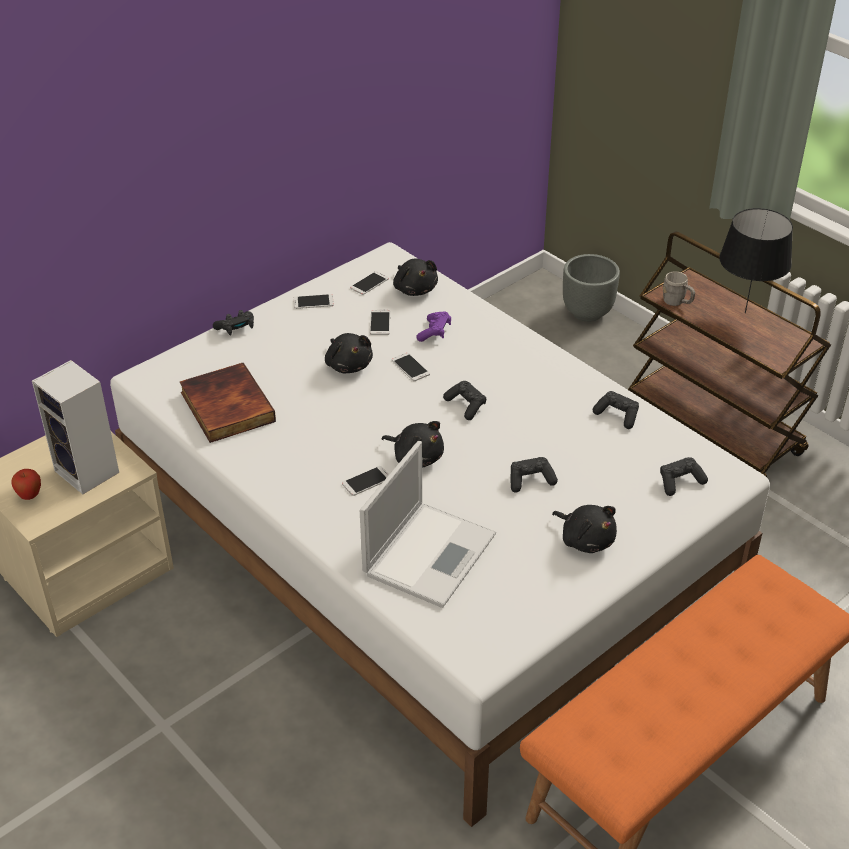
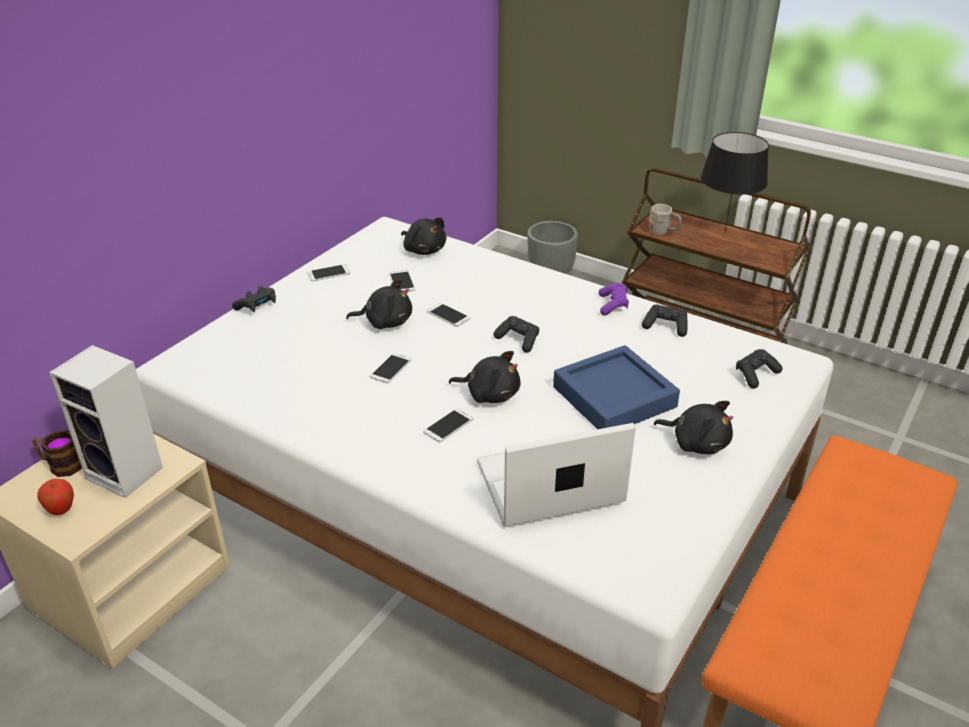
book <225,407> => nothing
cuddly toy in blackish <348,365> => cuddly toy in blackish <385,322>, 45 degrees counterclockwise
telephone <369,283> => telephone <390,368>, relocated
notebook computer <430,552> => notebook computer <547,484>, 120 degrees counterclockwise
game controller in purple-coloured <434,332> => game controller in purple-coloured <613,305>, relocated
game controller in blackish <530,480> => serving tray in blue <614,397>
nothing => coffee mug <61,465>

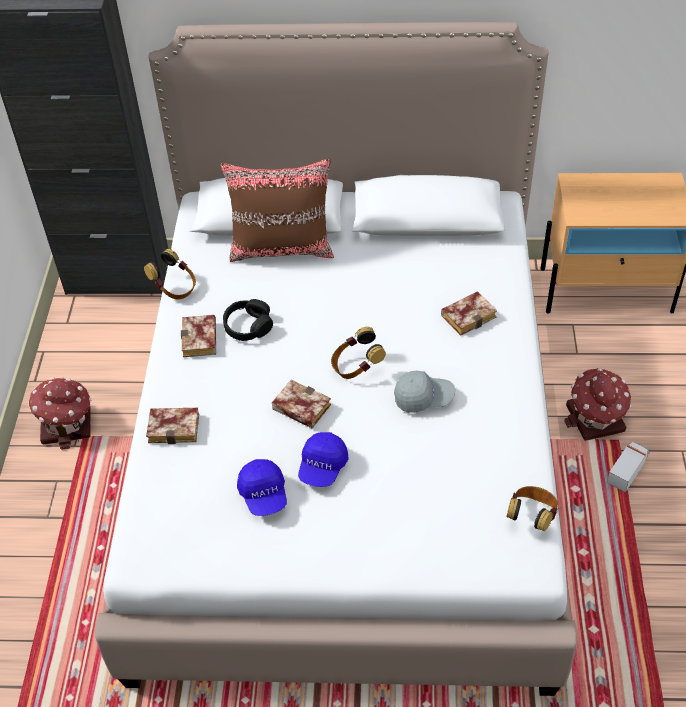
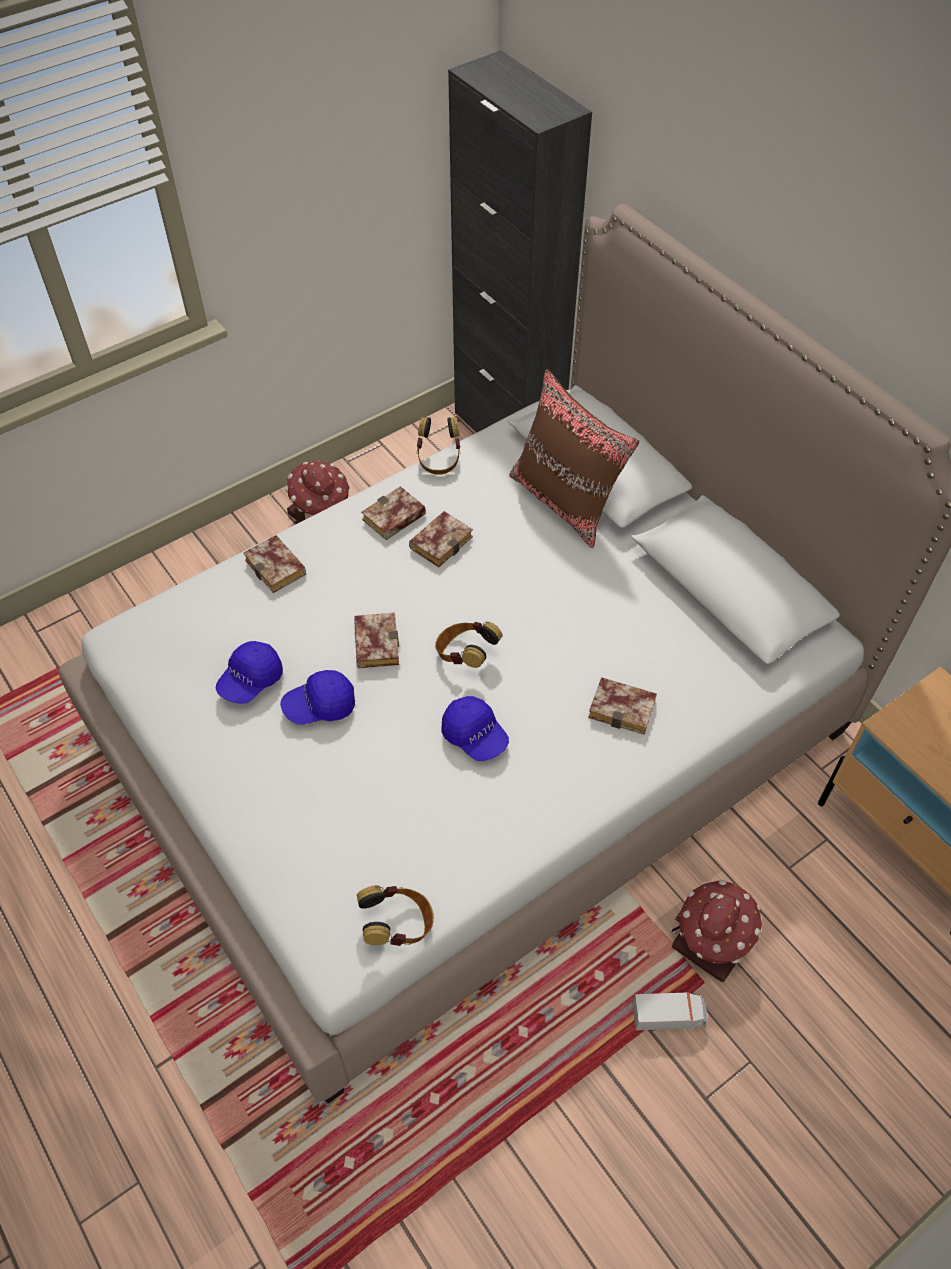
pair of headphones in blackish <248,326> => book <441,541>
peaked cap in gray <423,398> => peaked cap in blue <475,736>

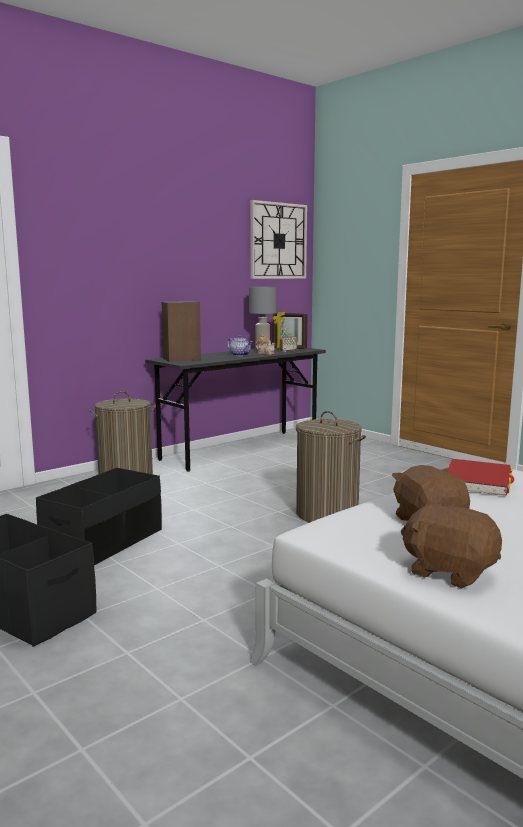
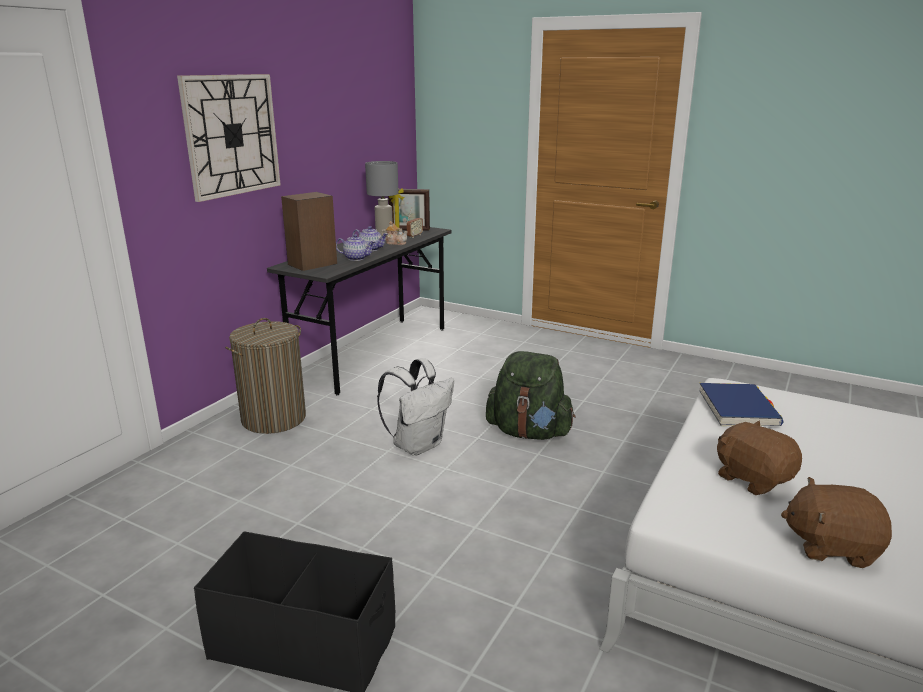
storage container in blackish <104,543> => nothing
wall clock <278,241> => wall clock <231,135>, relocated
washing basket <327,514> => backpack in green-coloured <529,432>
book in reddish <478,481> => book in blue <738,408>
nothing => pot for tea <356,258>
nothing => backpack in white-coloured <418,445>

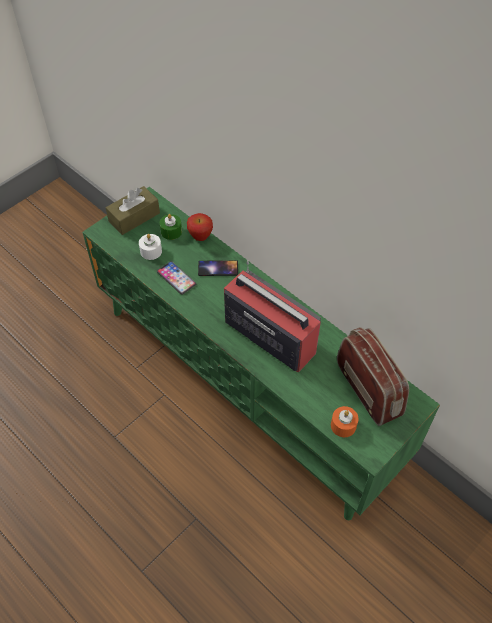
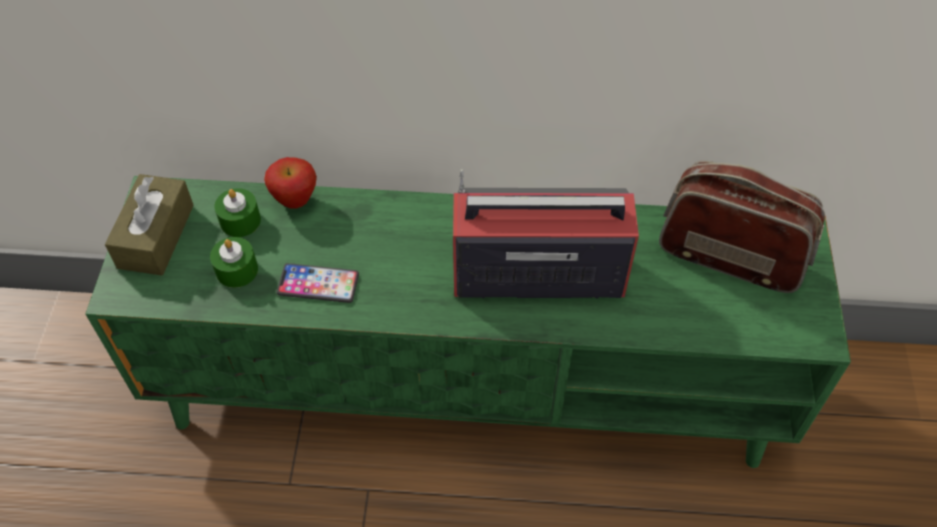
candle in white-coloured <151,251> => candle in green-coloured <237,270>
telephone <218,268> => nothing
candle in orange-coloured <343,425> => nothing

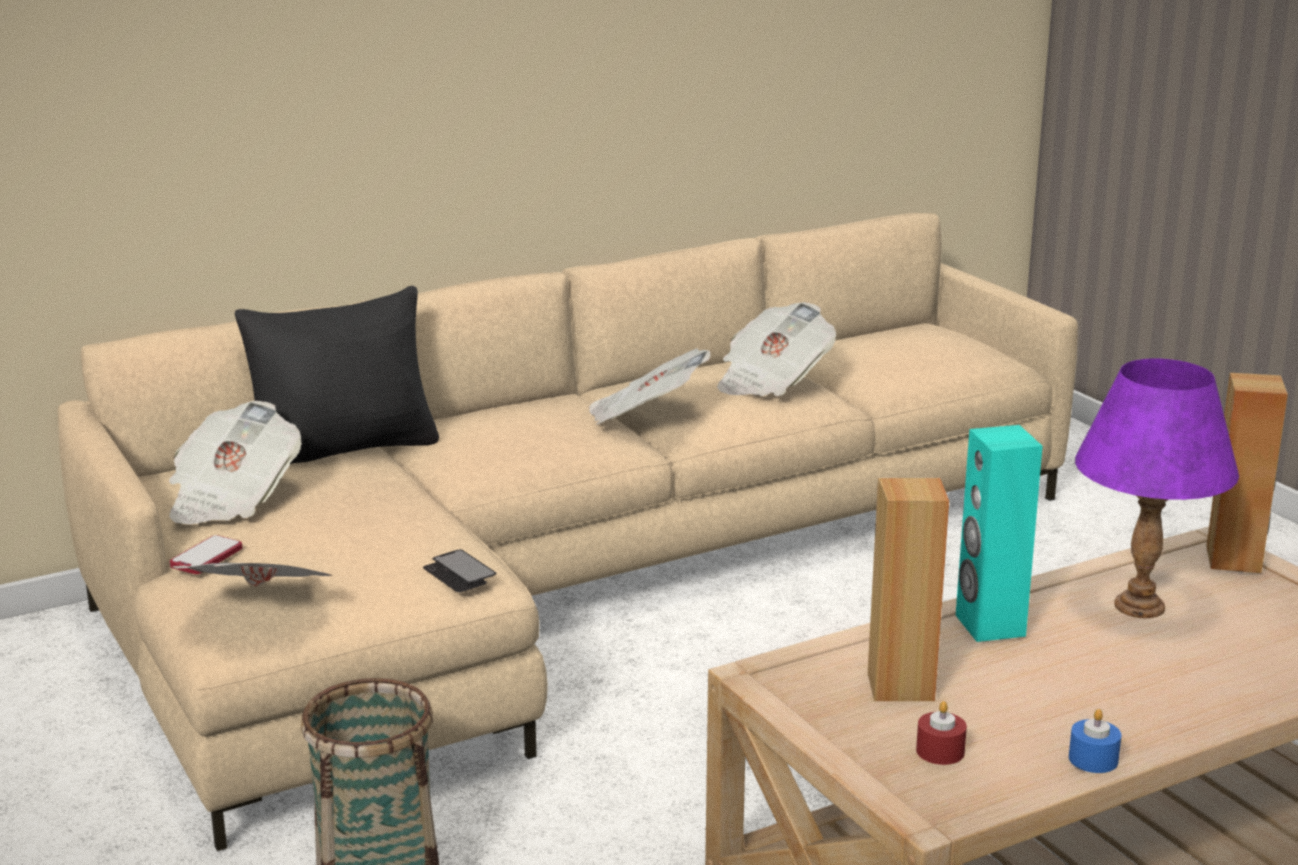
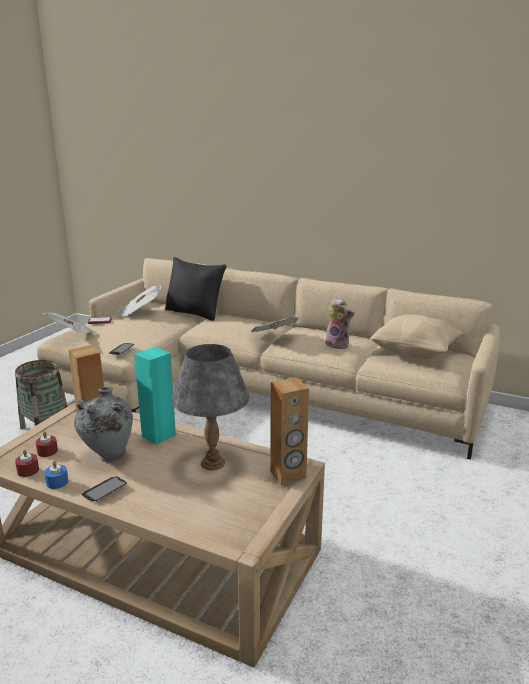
newspaper <771,381> => cuddly toy <338,344>
tabletop lamp in purple-coloured <1140,607> => tabletop lamp in gray <212,463>
nothing => candle in reddish <28,470>
nothing => decorative vase in gray <108,457>
nothing => telephone <104,490>
nothing => throw pillow in sand-coloured <414,353>

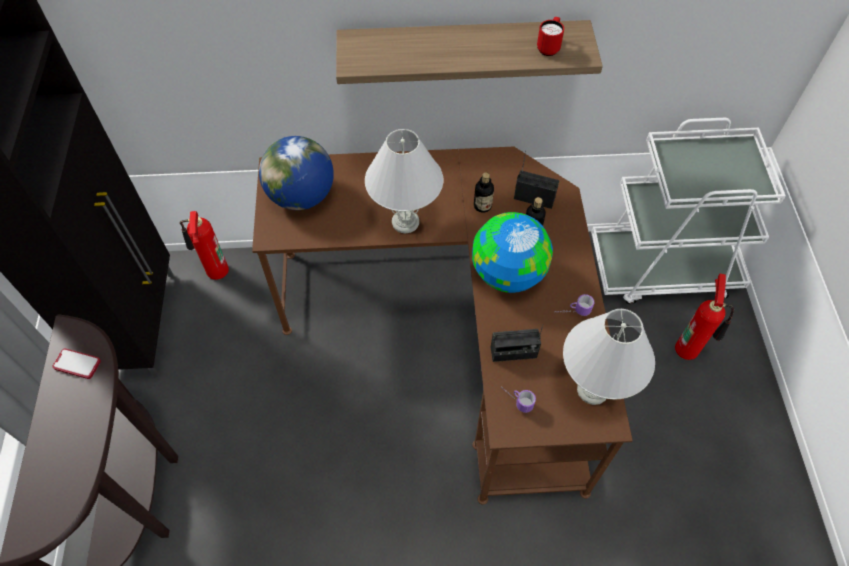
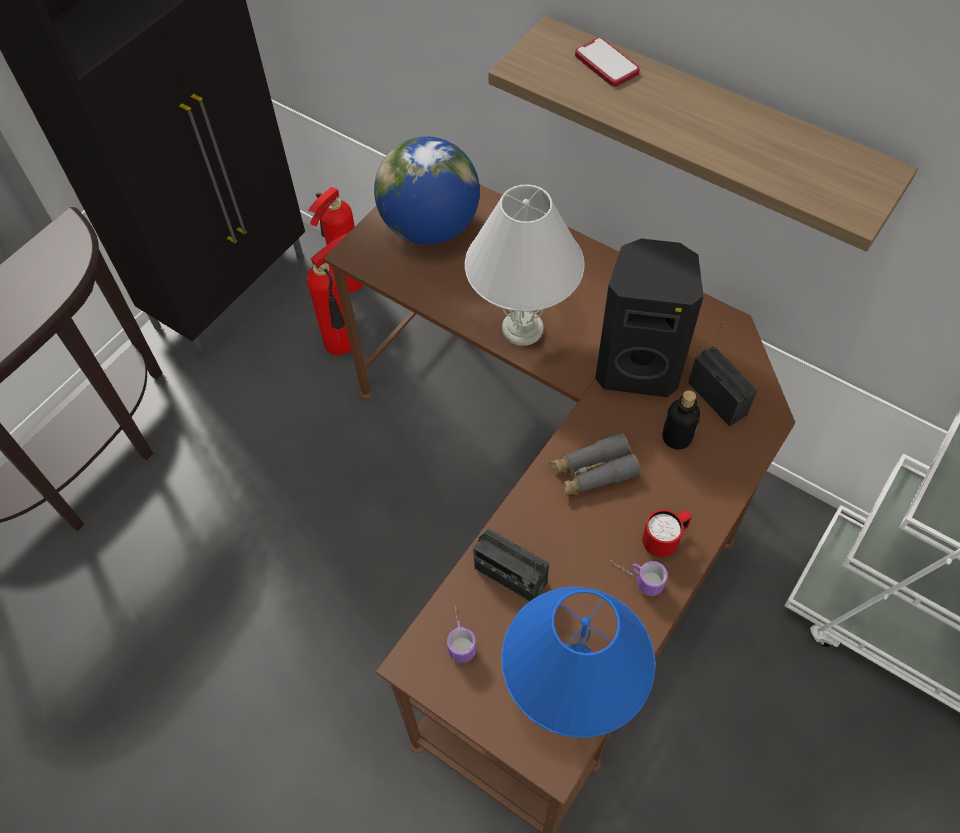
telephone <77,364> => telephone <606,64>, relocated
world globe <507,273> => binoculars in gray <593,472>
beverage bottle <482,206> => loudspeaker in blackish <638,367>
coffee mug in reddish <549,47> => coffee mug in reddish <664,540>, relocated
tabletop lamp in white-coloured <592,389> => tabletop lamp in blue <570,696>
fire extinguisher <689,348> => fire extinguisher <343,343>, relocated

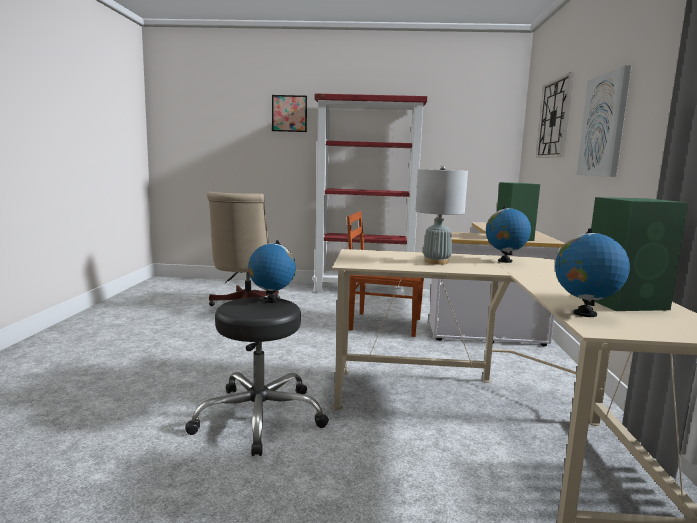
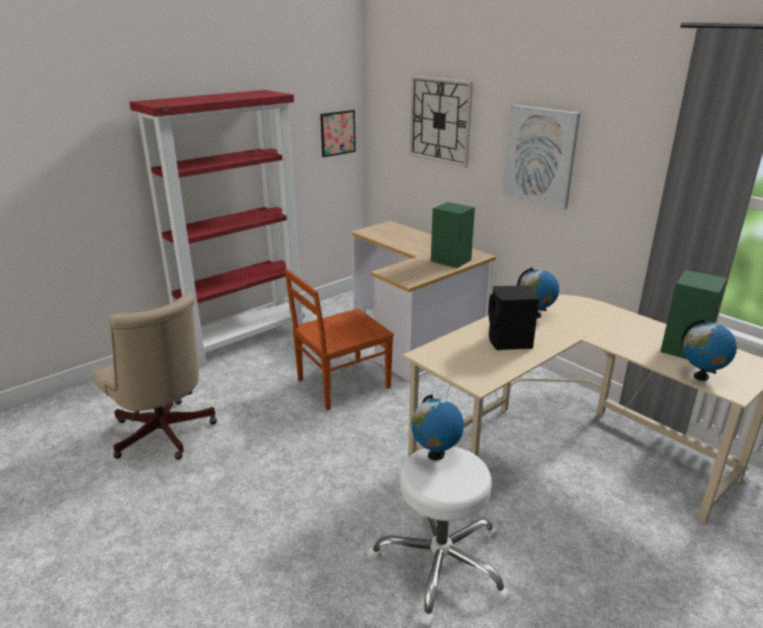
sitting stool in blackish <260,417> => sitting stool in white-coloured <441,564>
wall picture <289,113> => wall picture <337,133>, relocated
tabletop lamp in gray <436,262> => loudspeaker in blackish <509,342>

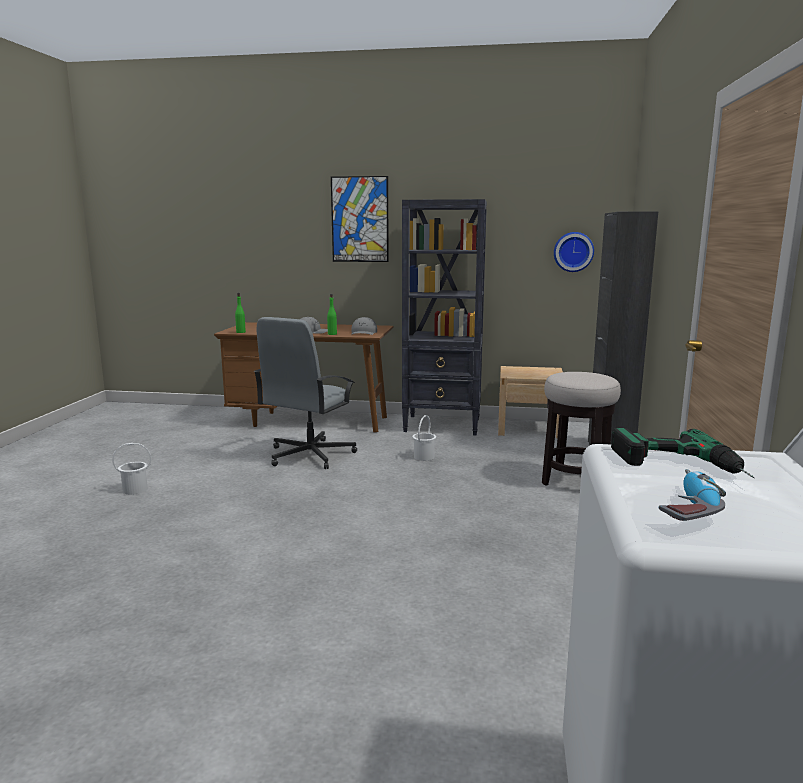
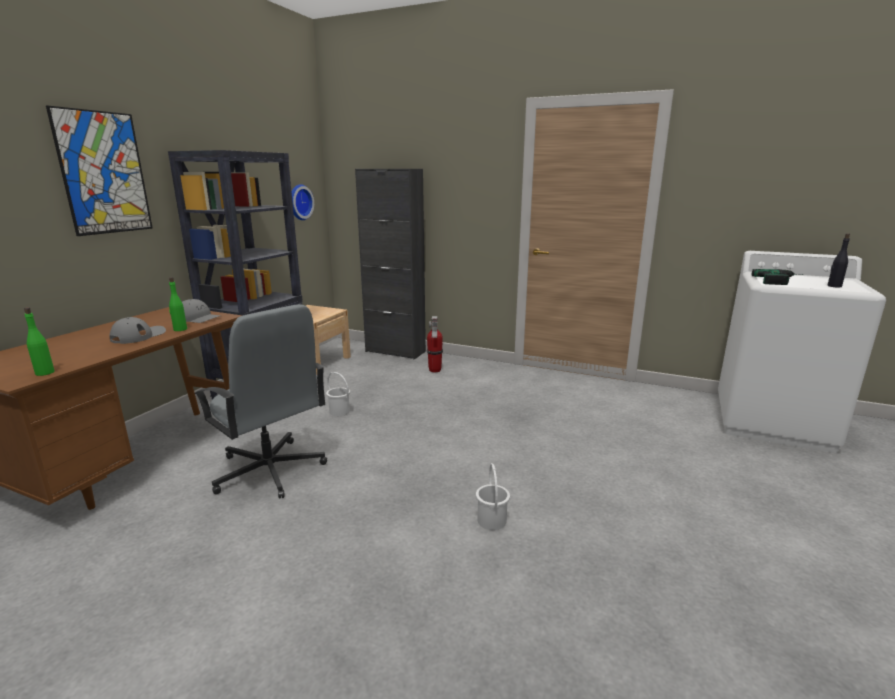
bucket in white-coloured <135,490> => bucket in white-coloured <491,520>, relocated
sitting stool <575,481> => fire extinguisher <435,370>
electric drill <686,508> => beverage bottle in blackish <834,286>

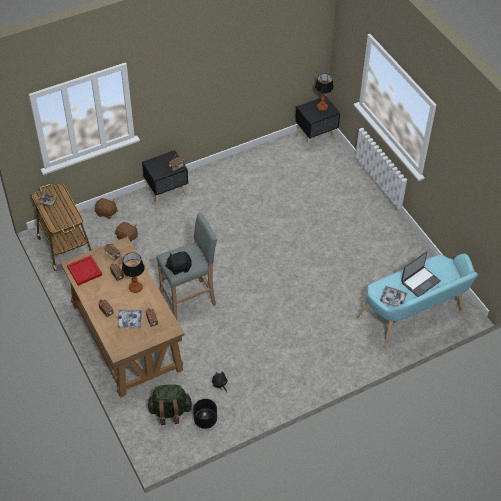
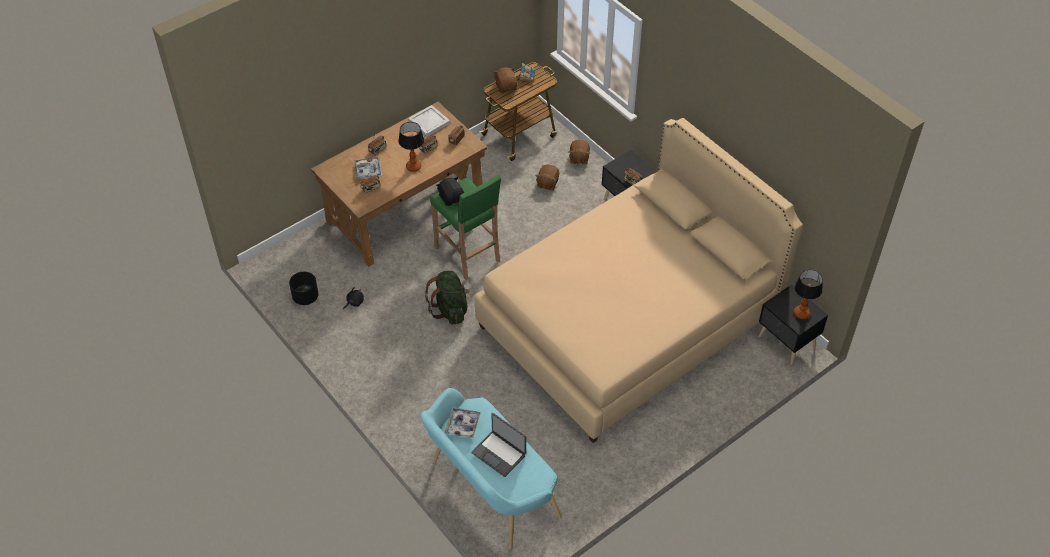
serving tray in reddish <85,271> => serving tray in white-coloured <429,122>
backpack in green-coloured <170,411> => backpack in green-coloured <450,309>, relocated
sitting stool in gray <189,299> => sitting stool in green-coloured <468,255>
nothing => bedroom bed in sand-coloured <628,320>
nothing => cuddly toy in brown-coloured <506,86>

